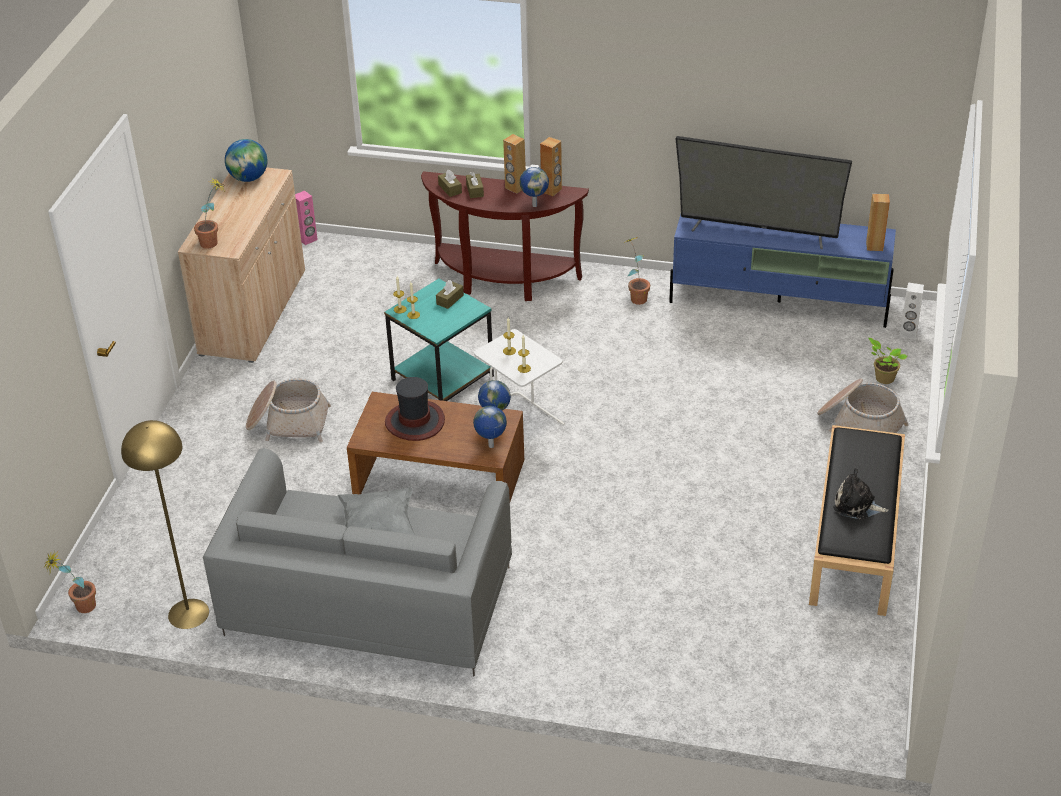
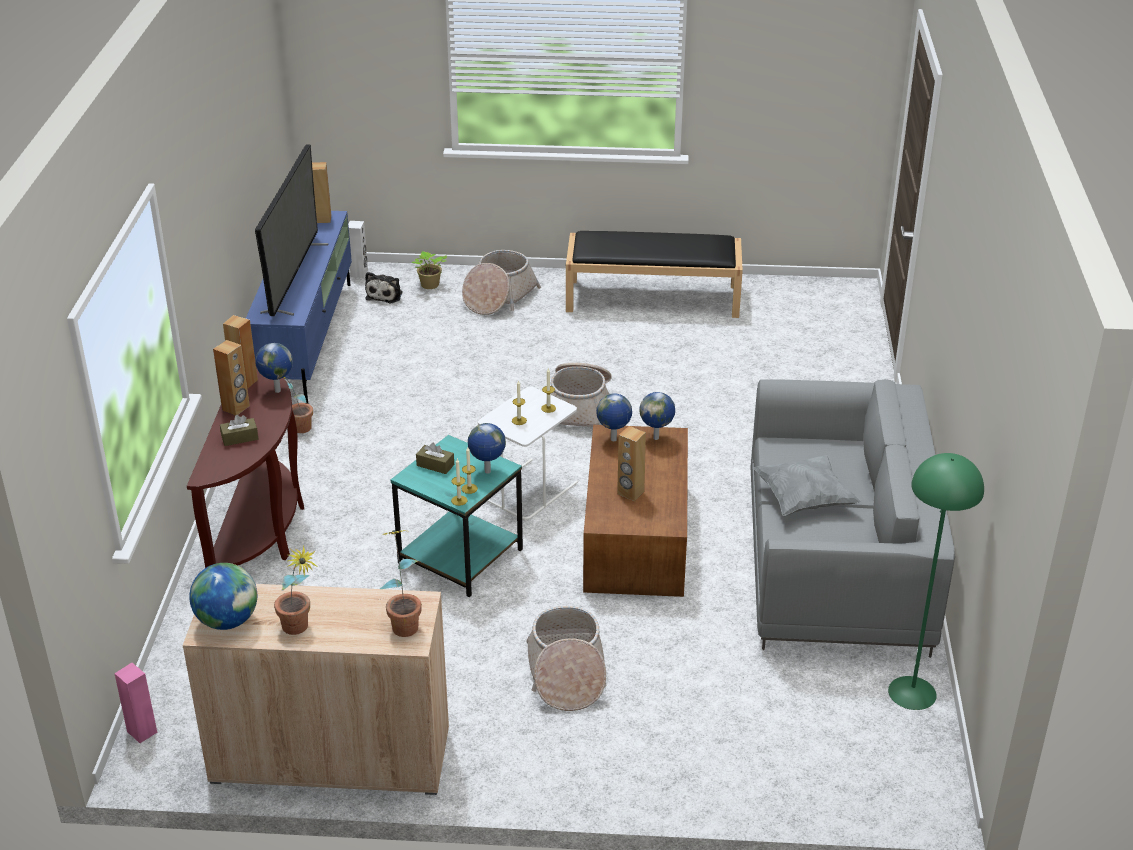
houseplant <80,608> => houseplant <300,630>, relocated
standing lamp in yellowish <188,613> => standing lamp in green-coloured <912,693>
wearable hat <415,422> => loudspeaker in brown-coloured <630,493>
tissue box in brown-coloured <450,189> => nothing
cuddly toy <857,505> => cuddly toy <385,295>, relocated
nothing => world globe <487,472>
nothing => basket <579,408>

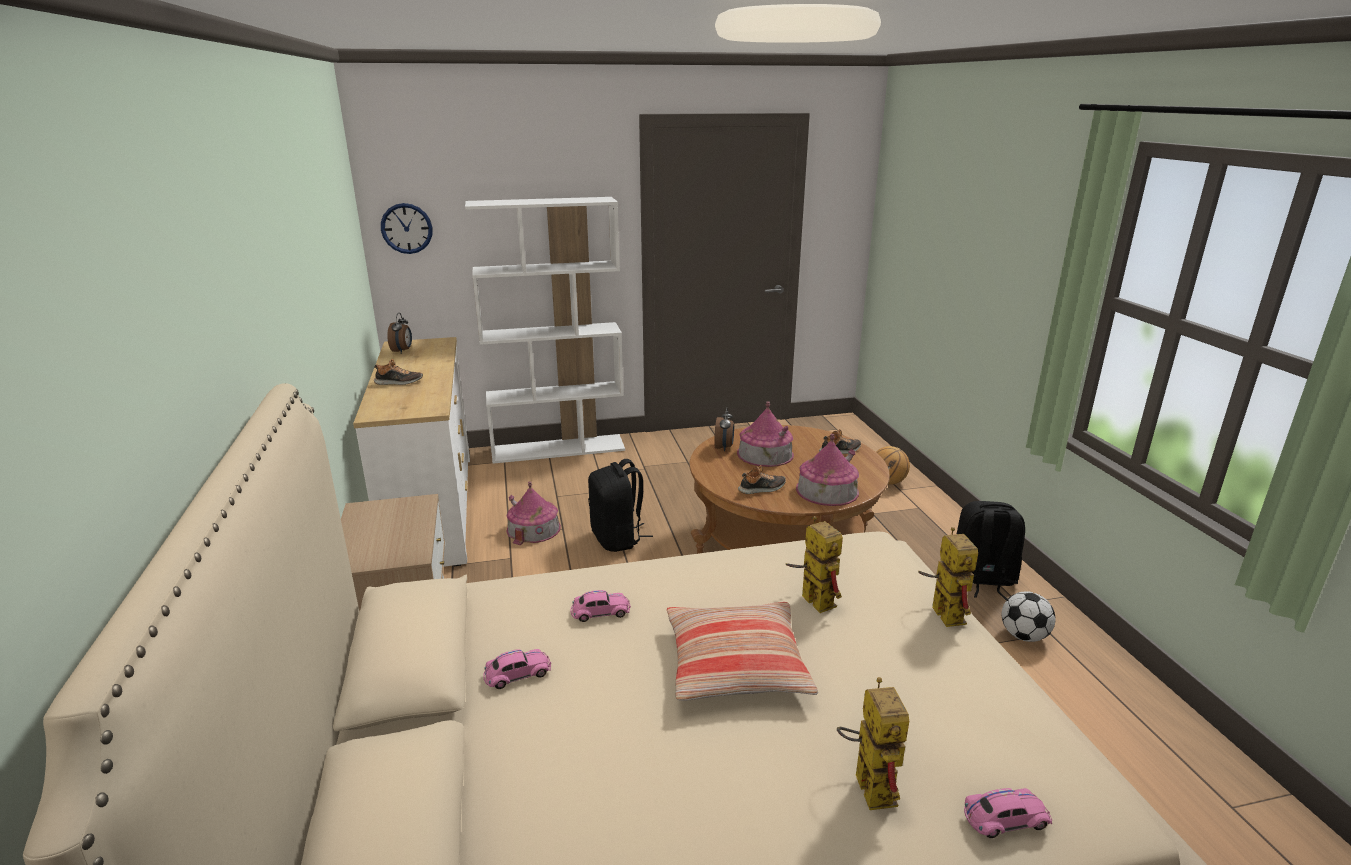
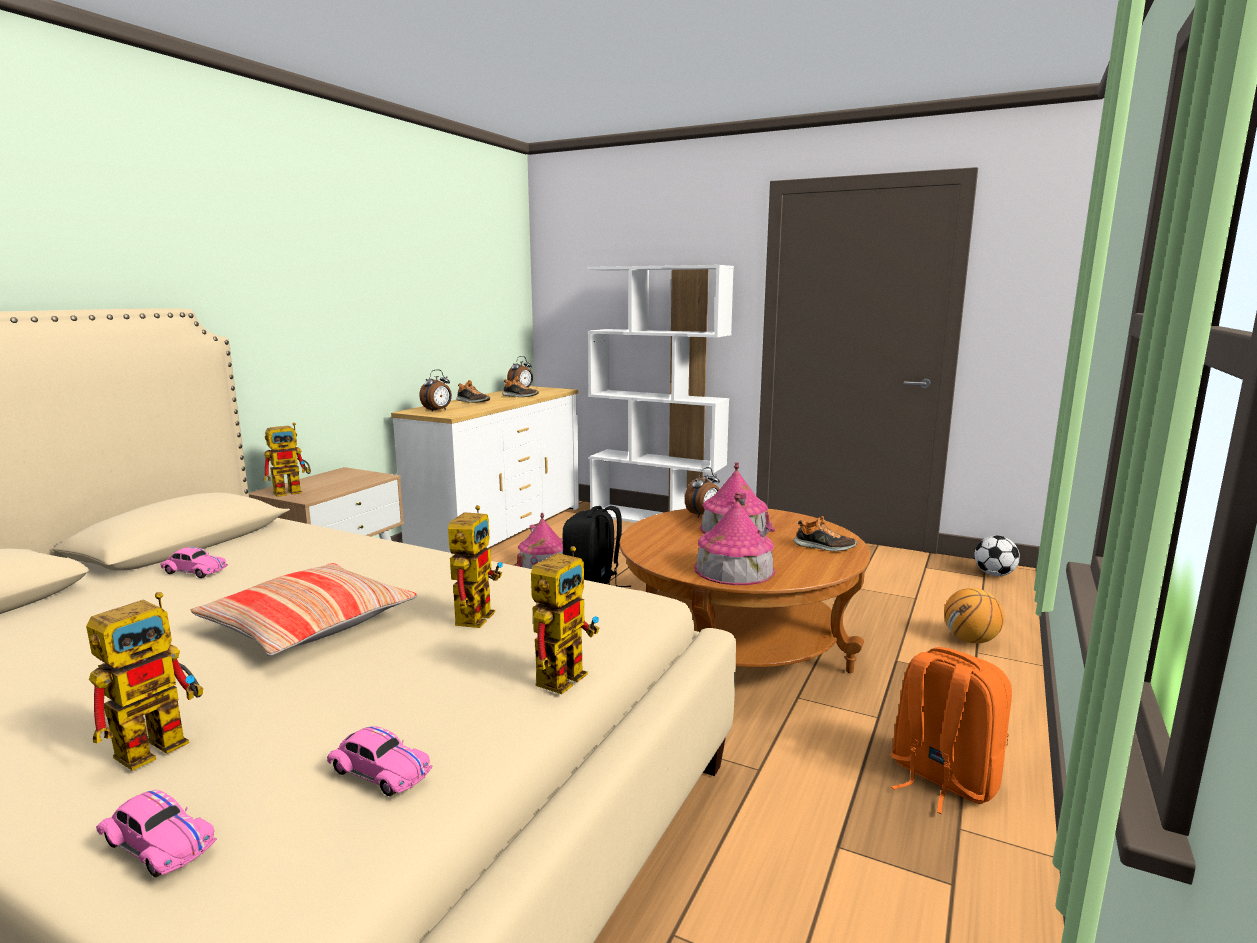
wall clock <406,228> => nothing
model car in pink-coloured <600,612> => model car in pink-coloured <380,772>, relocated
item of footwear <762,489> => item of footwear <519,396>, relocated
backpack in blackish <981,580> => backpack in orange-coloured <941,779>
ball for football <1023,636> => ball for football <994,574>, relocated
nothing => toy robot <293,491>
nothing => table clock <438,410>

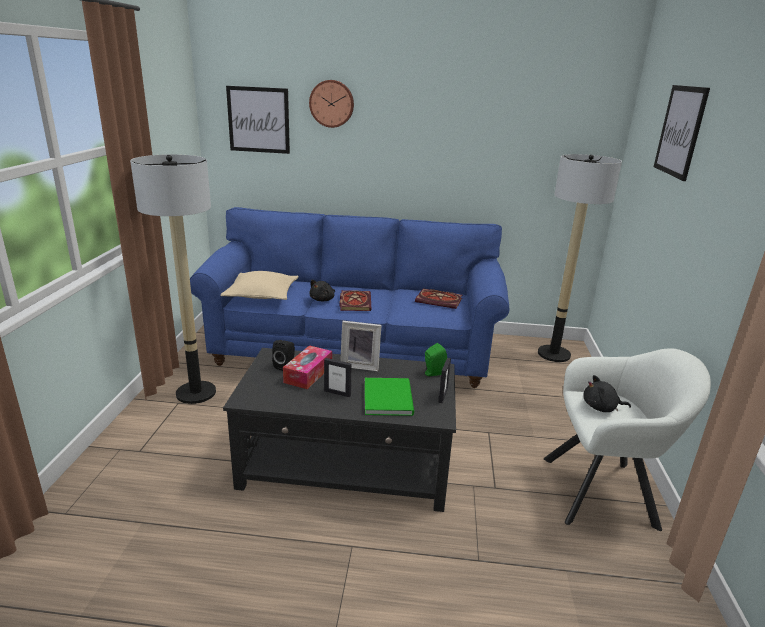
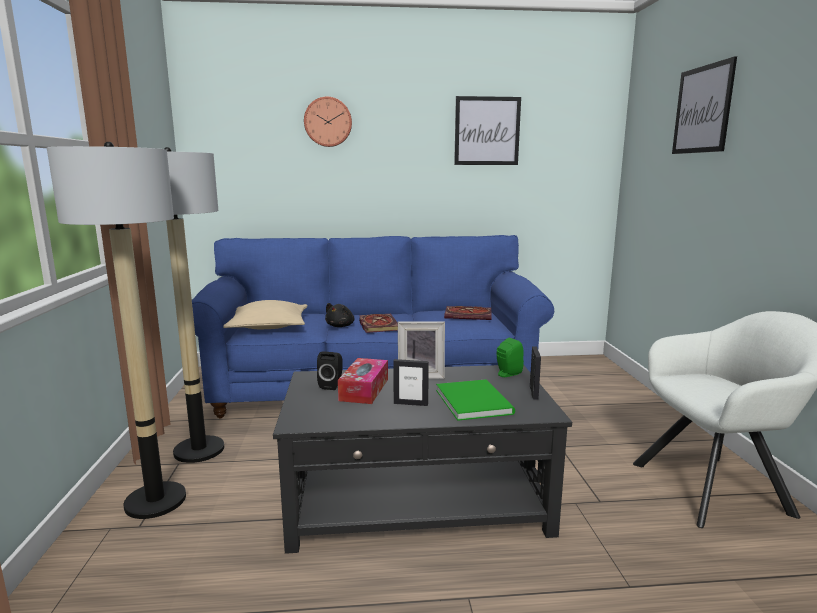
wall picture <258,120> => wall picture <487,131>, relocated
standing lamp <554,354> => standing lamp <156,501>, relocated
cuddly toy in blackish <601,408> => nothing

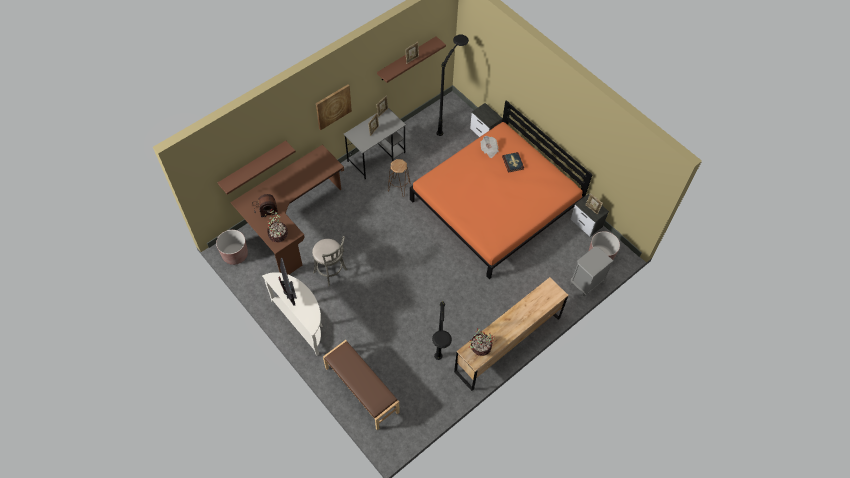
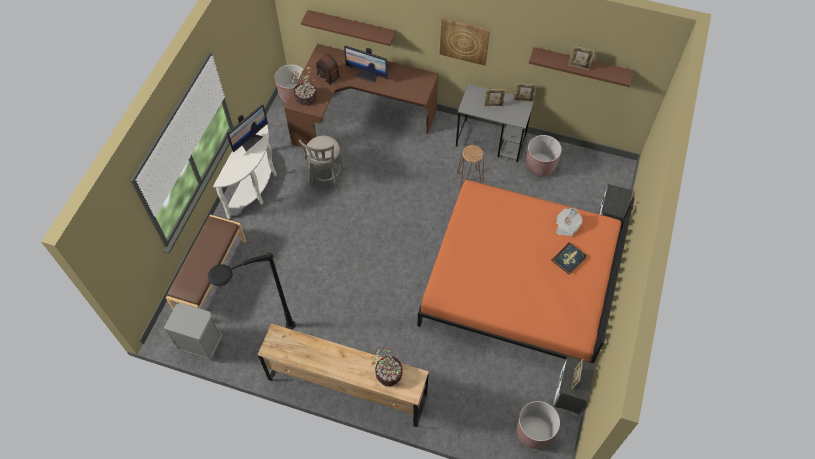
standing lamp in blackish <451,119> => nothing
houseplant <480,347> => houseplant <388,373>, relocated
nightstand in gray <586,282> => nightstand in gray <201,344>, relocated
nothing => computer screen <367,75>
nothing => plant pot in brown-coloured <540,166>

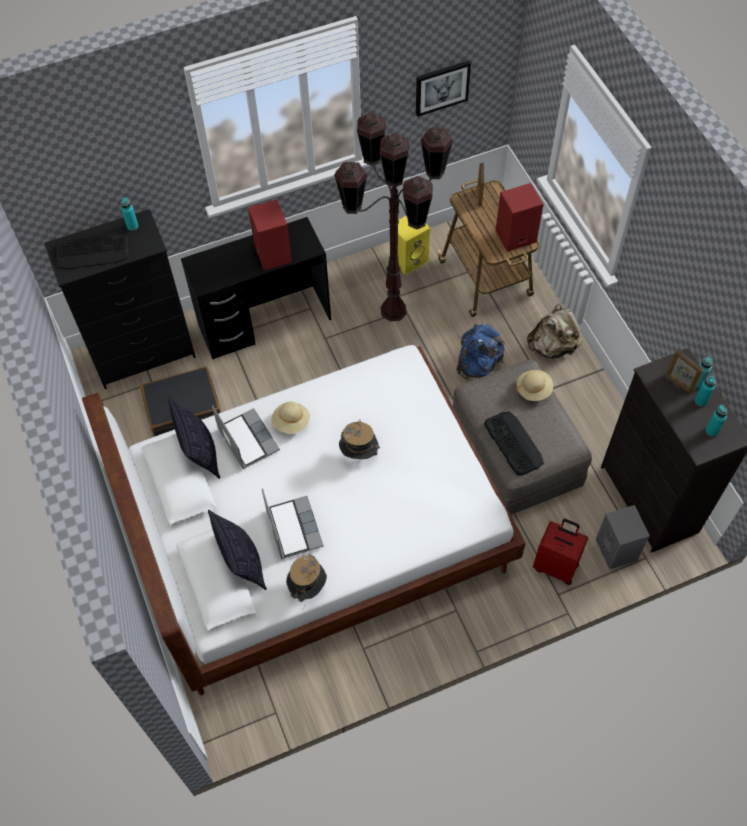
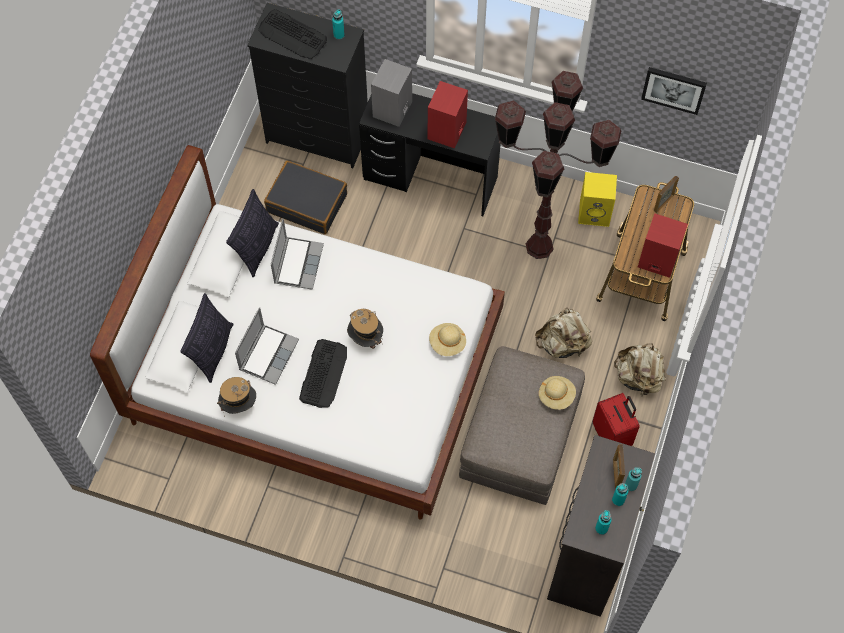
wearable hat in sand-coloured <291,422> => wearable hat in sand-coloured <447,343>, relocated
backpack in blue <478,364> => backpack in sand-coloured <562,343>
PC keyboard <513,443> => PC keyboard <323,373>, relocated
suitcase in reddish <556,566> => suitcase in reddish <613,436>, relocated
loudspeaker in gray <617,550> => loudspeaker in gray <392,110>, relocated

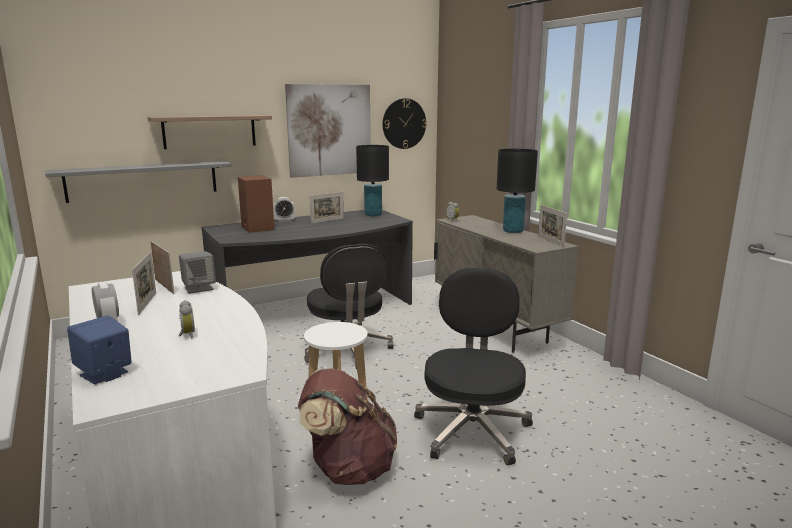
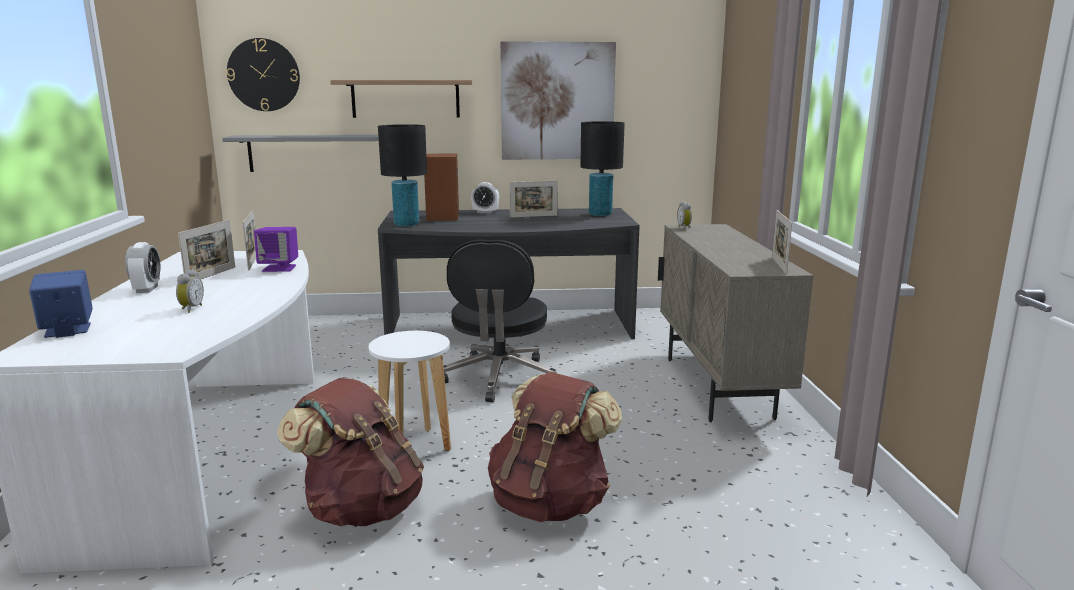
loudspeaker in gray <199,288> => loudspeaker in purple-coloured <280,268>
wall clock <404,123> => wall clock <263,75>, relocated
office chair in blackish <472,429> => backpack in brown-coloured <550,503>
tabletop lamp in blackish <513,231> => tabletop lamp in blackish <406,224>, relocated

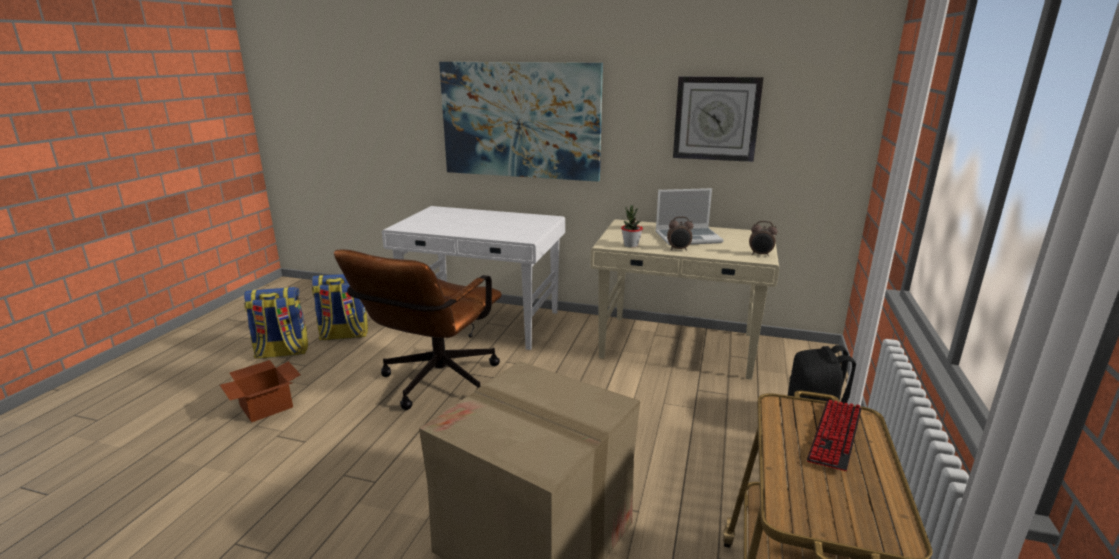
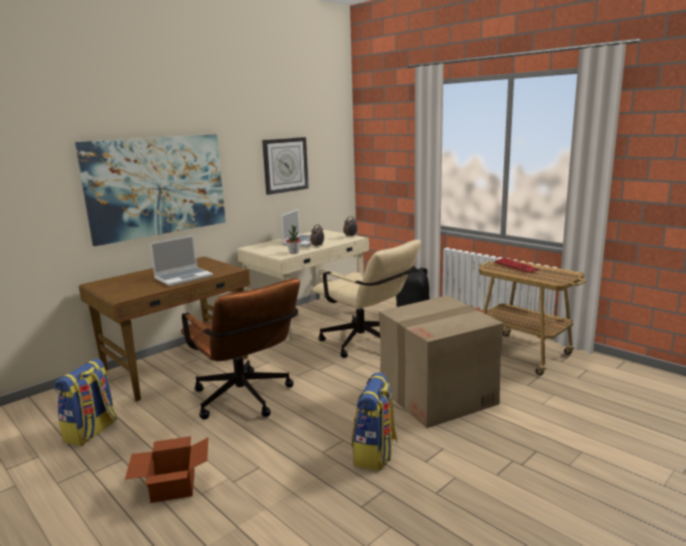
backpack <281,353> => backpack <375,454>, relocated
desk unit in white-coloured <483,322> => desk unit in brown-coloured <178,366>
nothing => notebook computer <184,277>
nothing => office chair in sand-coloured <367,344>

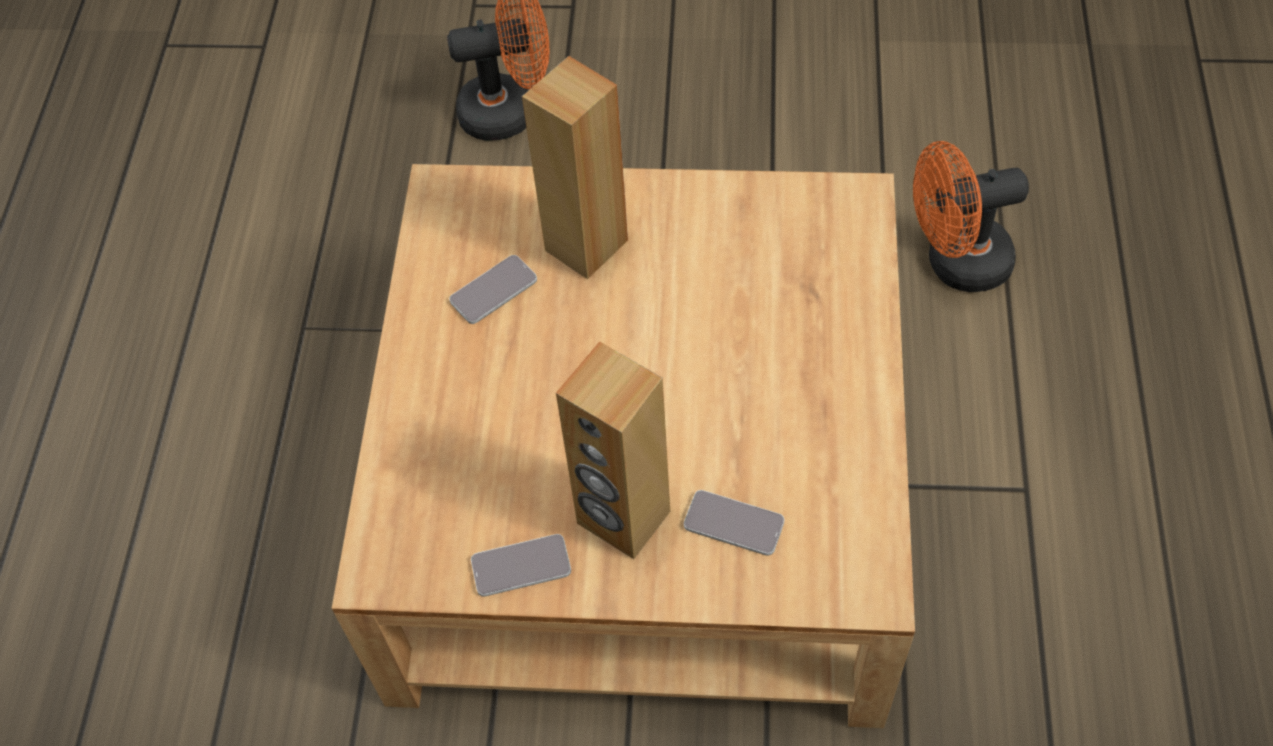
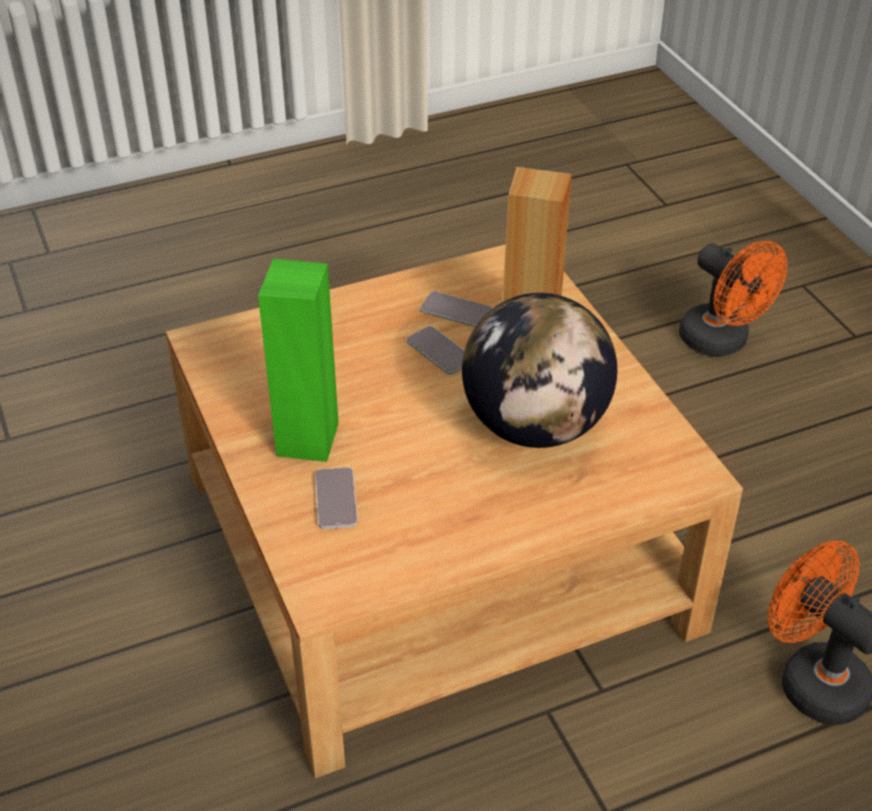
telephone <521,566> => telephone <439,351>, relocated
loudspeaker in brown-coloured <622,518> => loudspeaker in green-coloured <306,439>
nothing => world globe <535,426>

